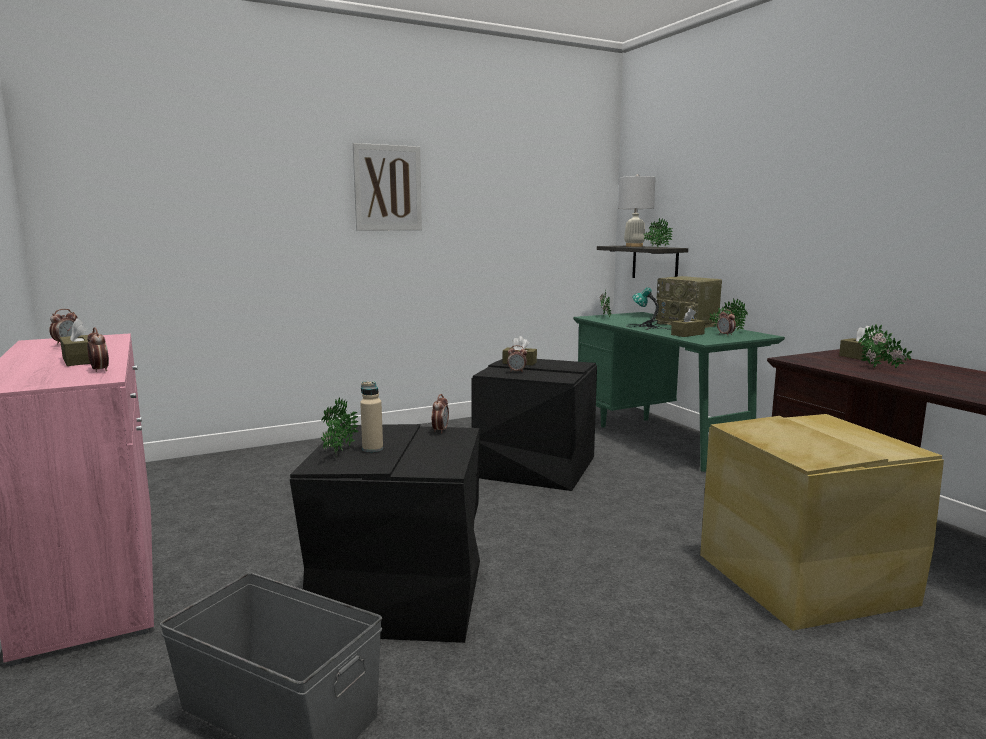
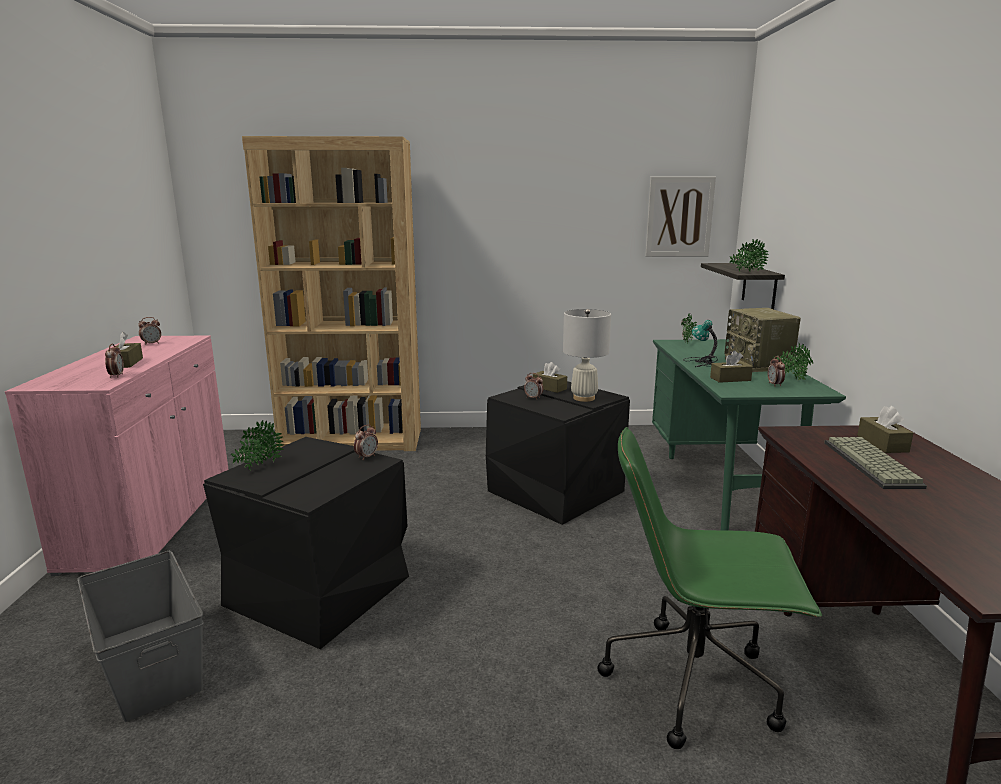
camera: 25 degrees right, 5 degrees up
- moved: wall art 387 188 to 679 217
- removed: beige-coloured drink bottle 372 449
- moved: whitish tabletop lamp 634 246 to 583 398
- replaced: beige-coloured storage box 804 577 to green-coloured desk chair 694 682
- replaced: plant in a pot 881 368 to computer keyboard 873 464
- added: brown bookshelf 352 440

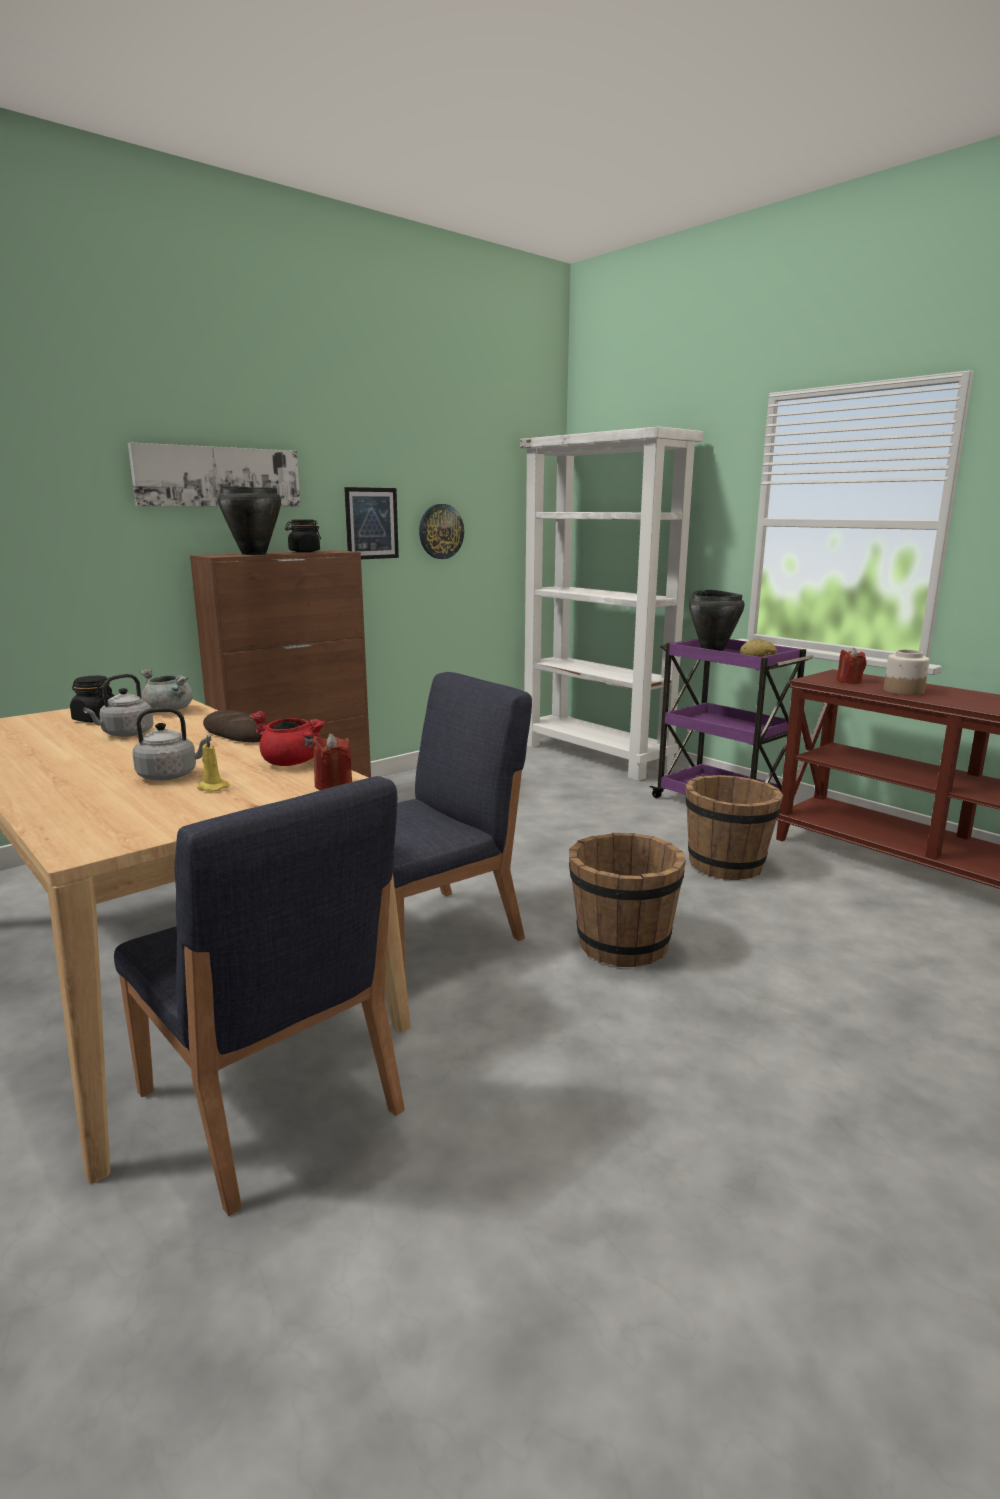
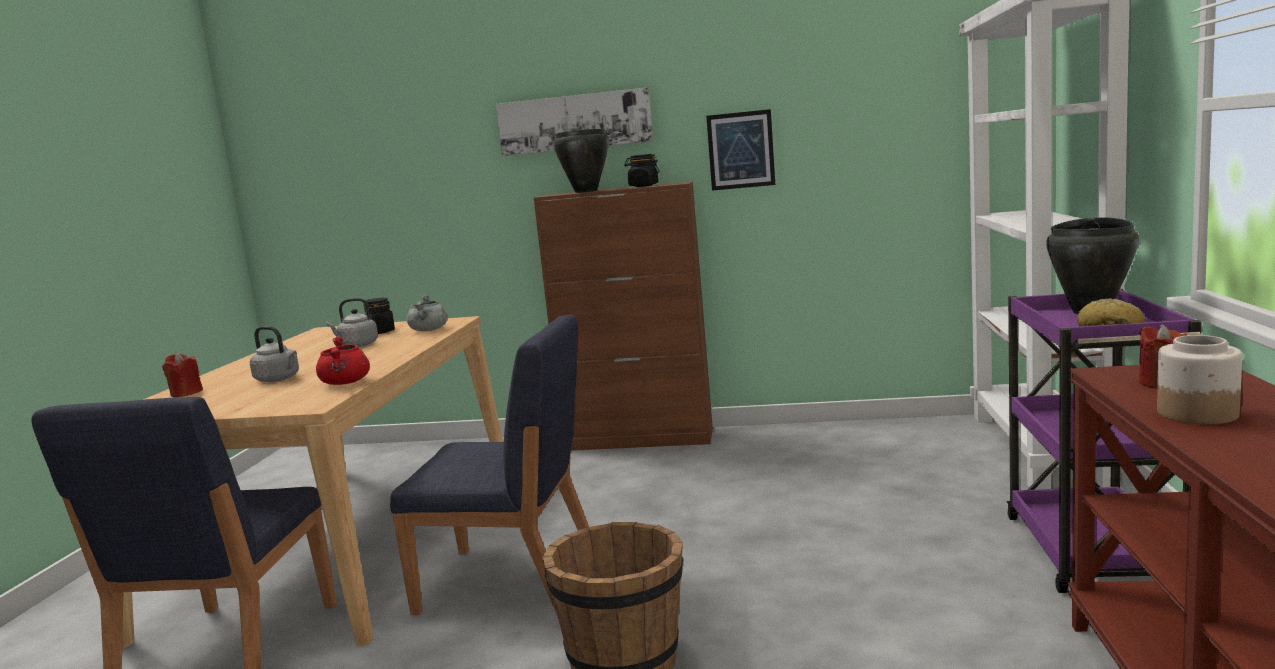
camera: 50 degrees right, 5 degrees down
- removed: yellow wax candle 211 787
- removed: baked bread 236 734
- moved: red wax candle 333 785 to 186 393
- removed: wall clock 440 531
- removed: brown water bucket 726 865

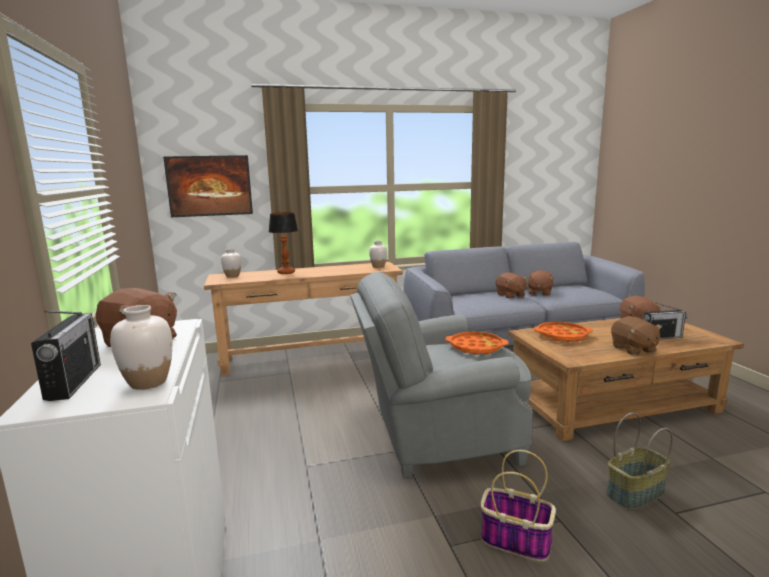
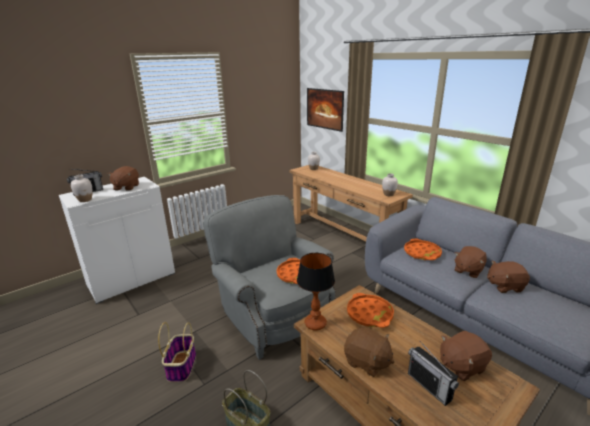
camera: 65 degrees right, 10 degrees up
- moved: tabletop lamp 286 273 to 315 324
- turned: brown plush toy 633 349 = 367 362 105 degrees counterclockwise
- added: orange-coloured carrying tray 422 253

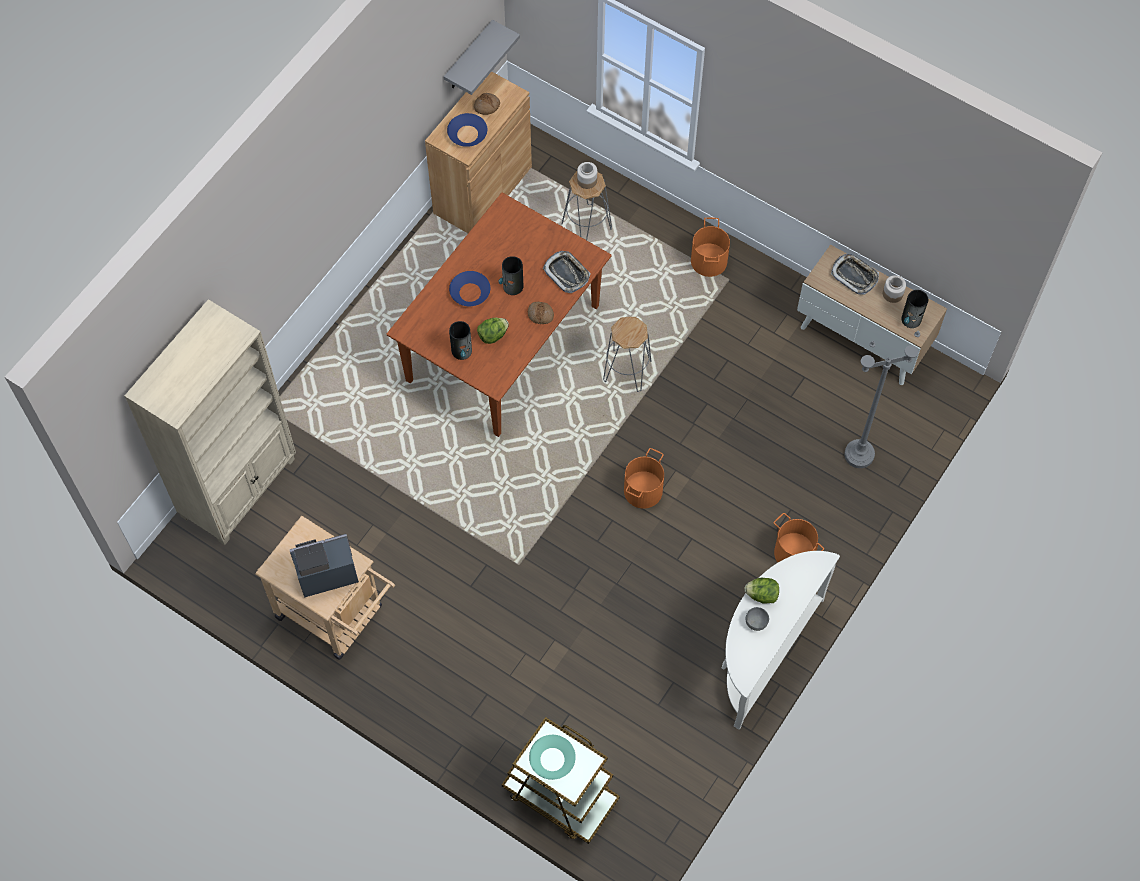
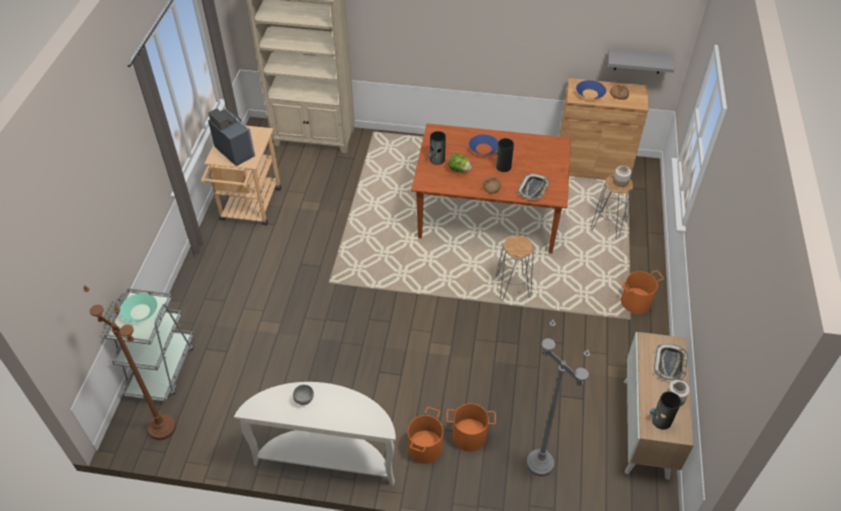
camera: 65 degrees right, 15 degrees down
- recoloured: brown trolley 560 795 to greyish trolley 162 369
- moved: orange-coloured water bucket 642 490 to 469 435
- removed: lettuce 762 595
- added: brown standard lamp 162 428

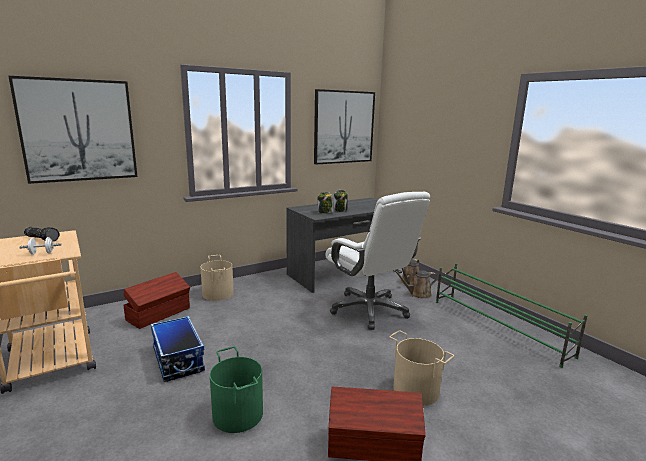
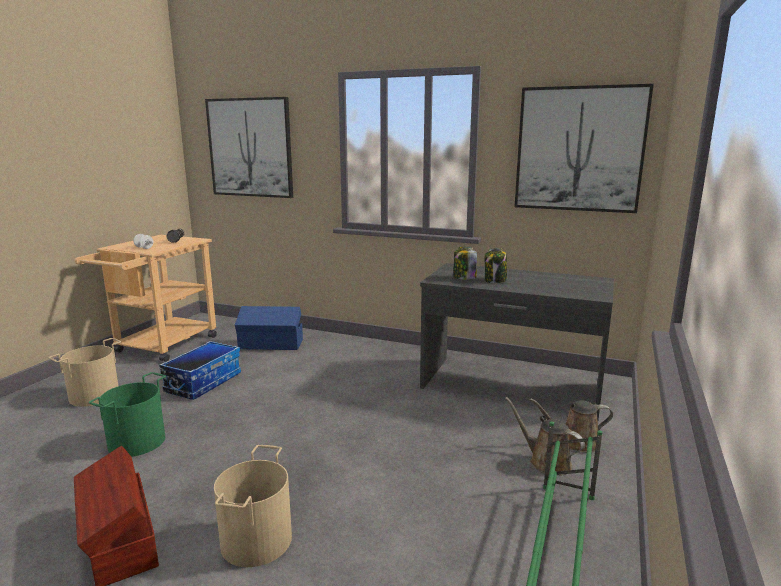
camera: 55 degrees right, 0 degrees up
- recoloured: brown storage box 159 314 to blue storage box 271 345
- moved: beige-coloured water bucket 217 294 to 94 395
- removed: whitish desk chair 370 310

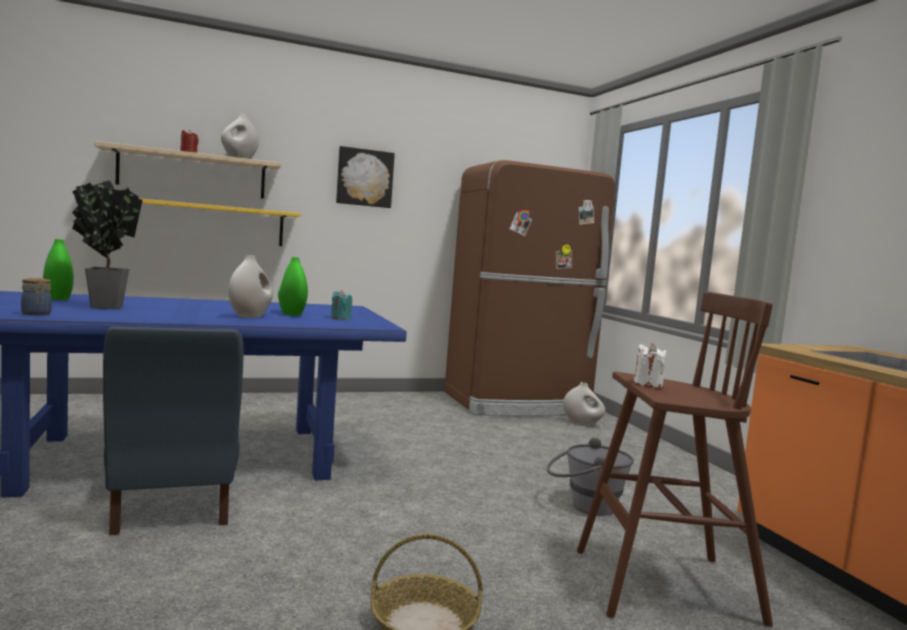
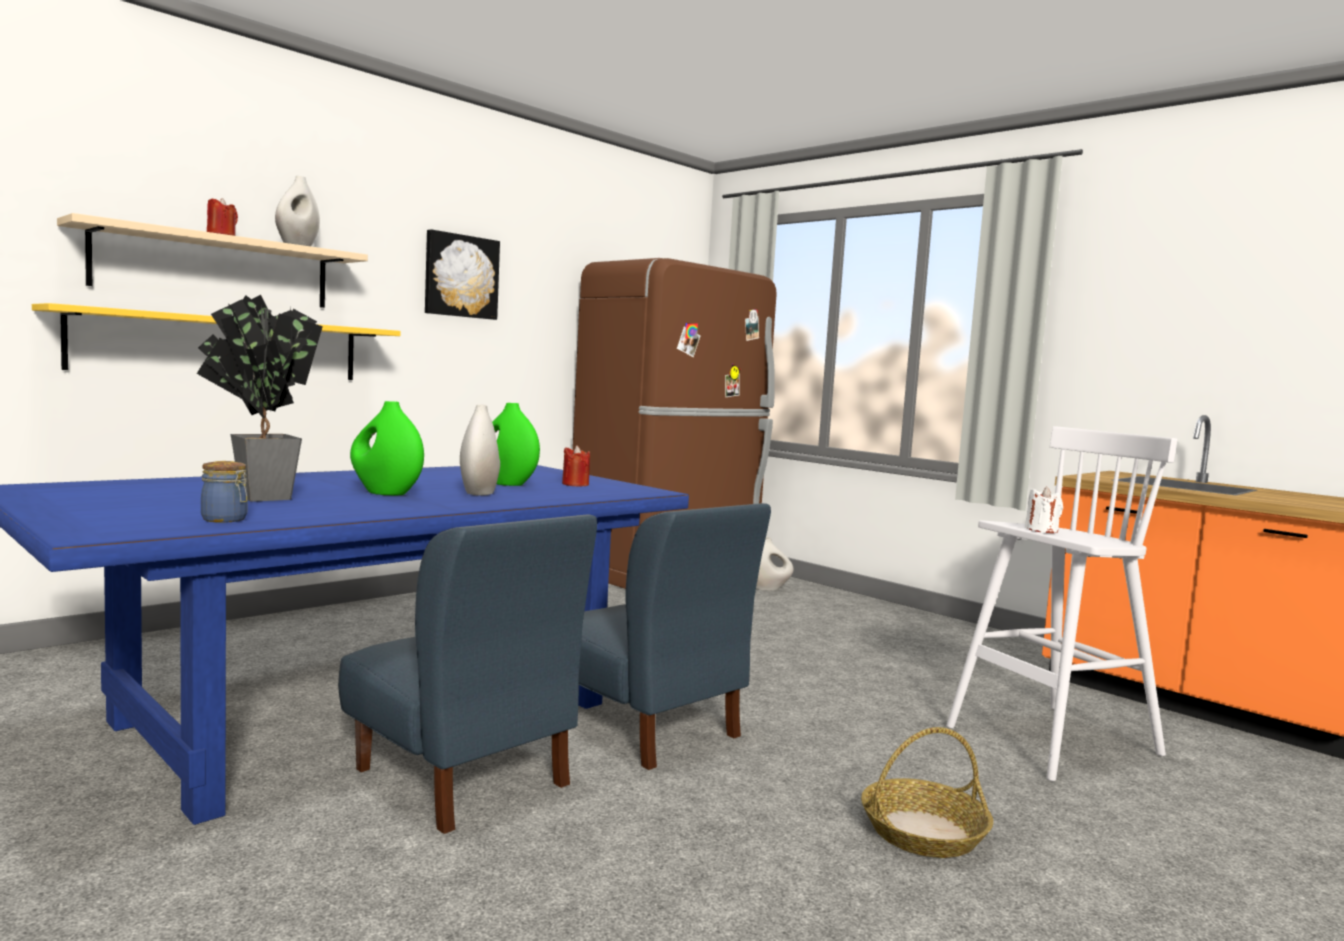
camera: 25 degrees left, 0 degrees up
- moved: green-coloured flower vase 58 298 to 385 493
- recoloured: turquoise-coloured wax candle 340 318 to red wax candle 575 484
- removed: greyish water bucket 584 505
- recoloured: brown sitting stool 661 586 to whitish sitting stool 1050 742
- added: blue upright chair 648 728

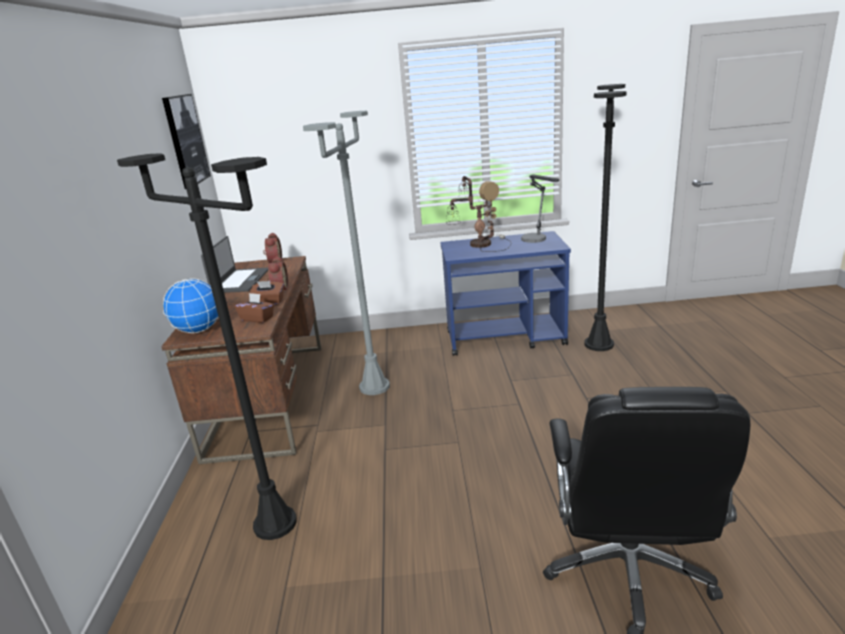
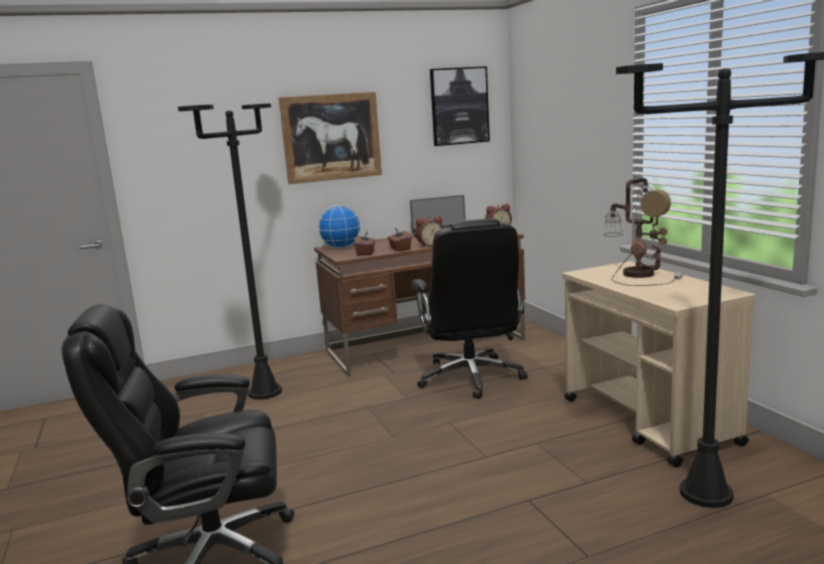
camera: 70 degrees right, 10 degrees down
- replaced: greyish standard lamp 374 386 to blackish desk chair 471 378
- recoloured: blue trolley 506 338 to beige-coloured trolley 649 421
- removed: tabletop lamp 537 240
- added: wall art 331 137

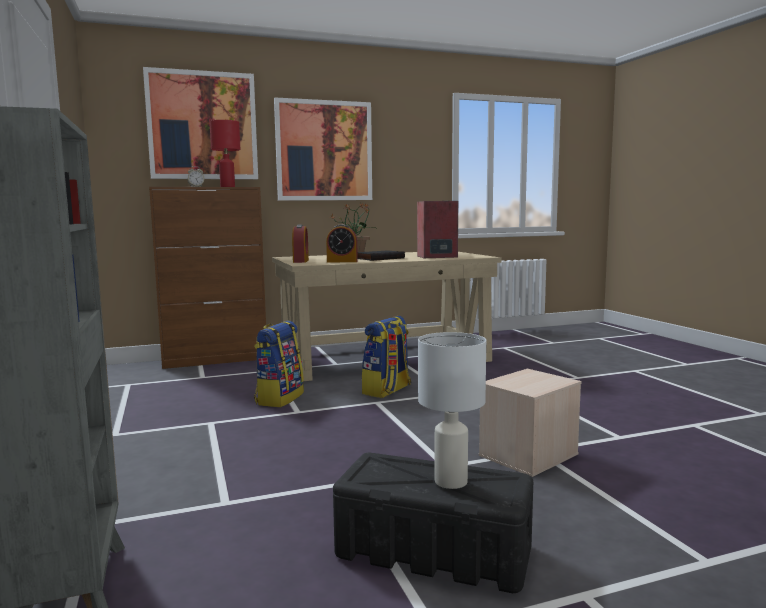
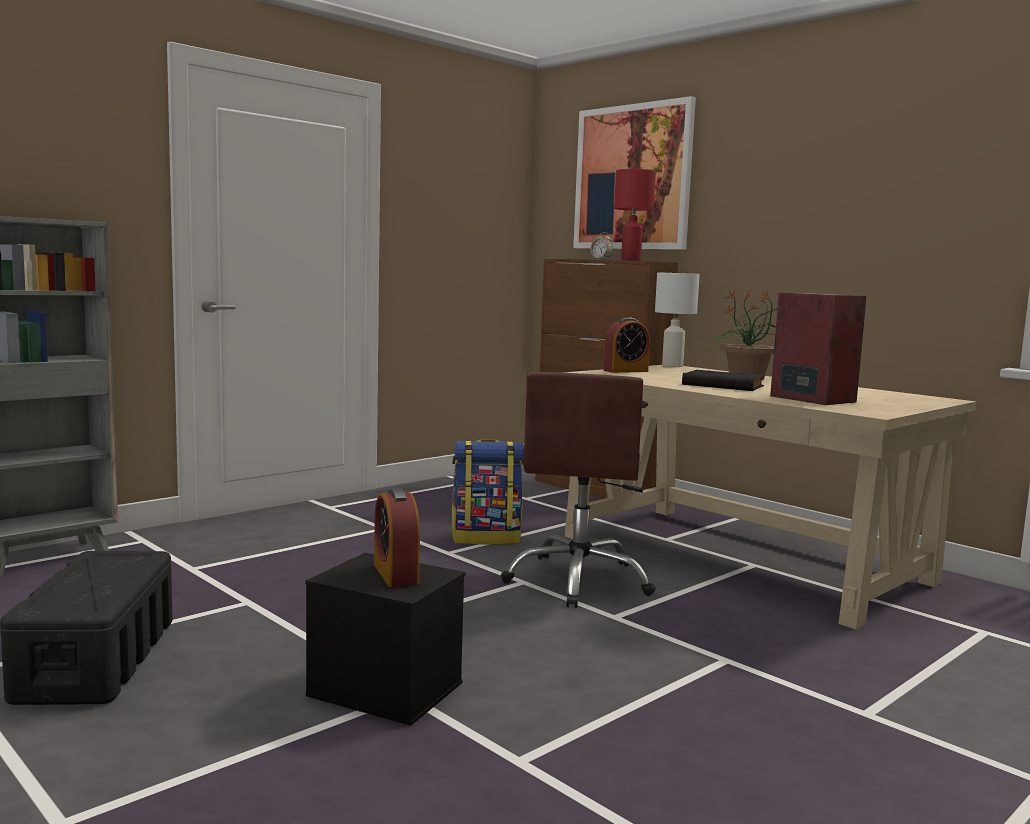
camera: 65 degrees right, 0 degrees up
- removed: wall art 324 151
- moved: table clock 342 261 to 395 574
- replaced: backpack 387 391 to brown desk chair 579 580
- moved: whitish tabletop lamp 450 481 to 673 366
- recoloured: beige-coloured storage box 528 455 to blackish storage box 383 689

